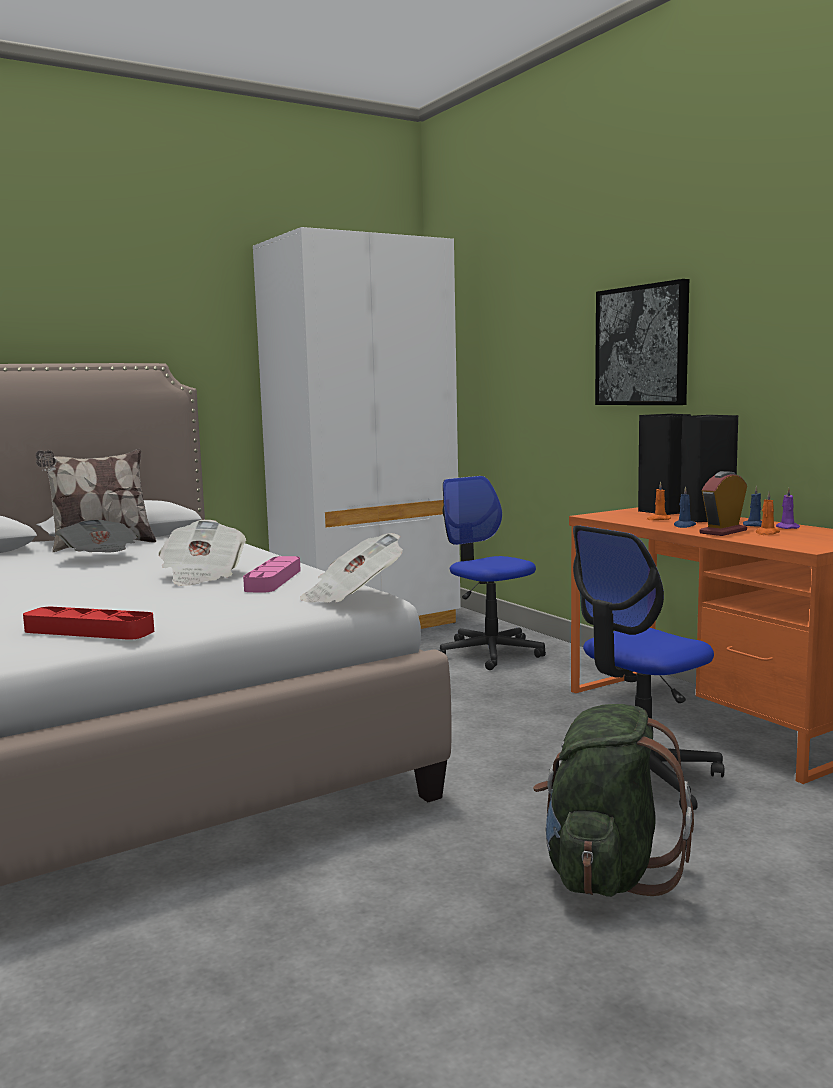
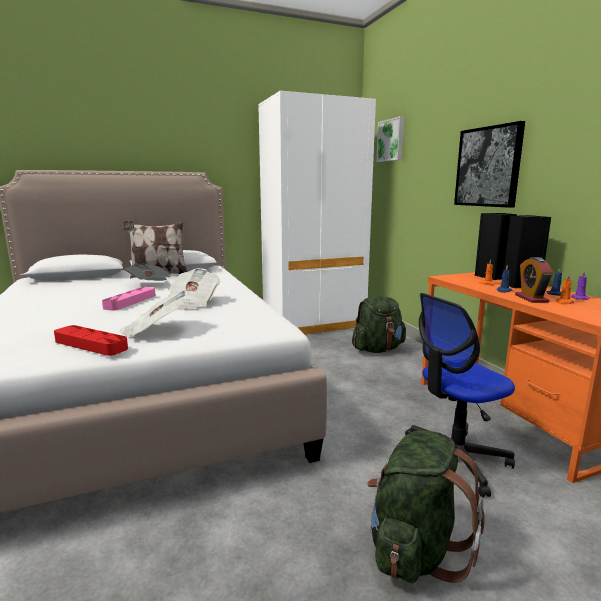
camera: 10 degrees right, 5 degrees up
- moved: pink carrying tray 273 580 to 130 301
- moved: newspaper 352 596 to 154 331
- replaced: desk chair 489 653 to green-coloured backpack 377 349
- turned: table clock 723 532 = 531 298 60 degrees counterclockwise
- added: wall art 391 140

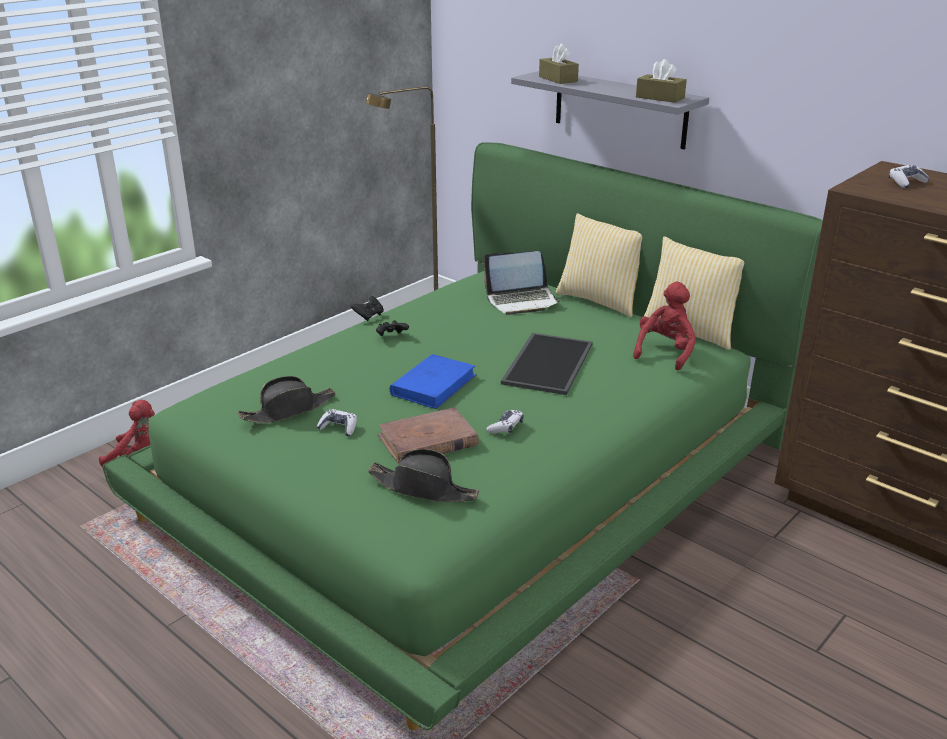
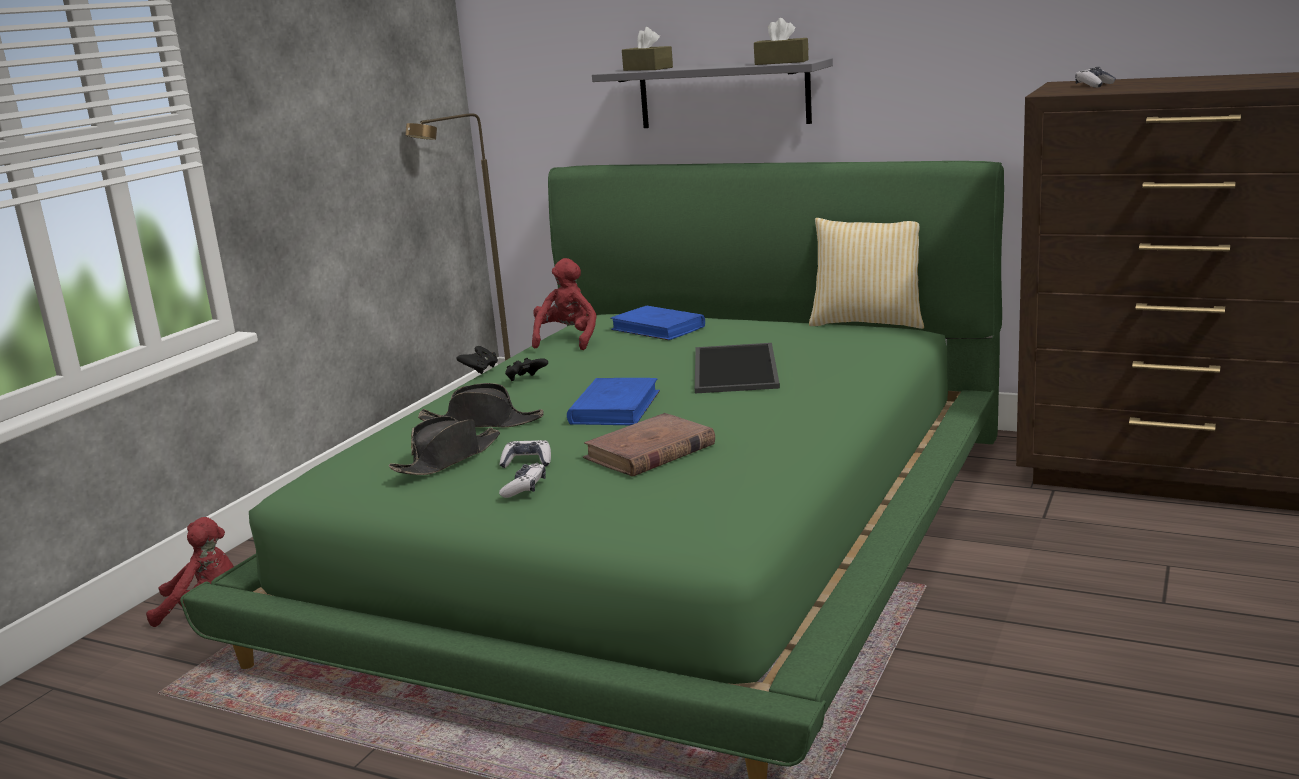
camera: 15 degrees left, 10 degrees down
- moved: blackish clothing hat 423 488 to 482 423
- replaced: laptop 522 301 to blue volume 658 328
- moved: game controller 506 427 to 524 488
- removed: cushion 601 300
- moved: red plush toy 665 352 to 567 340

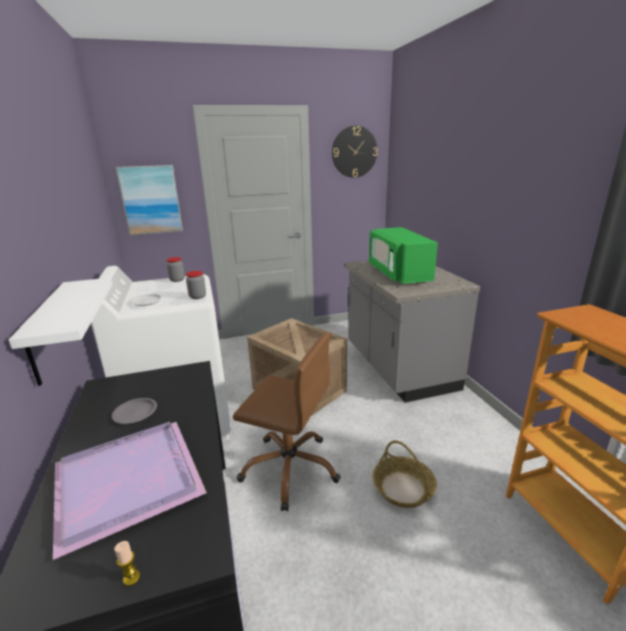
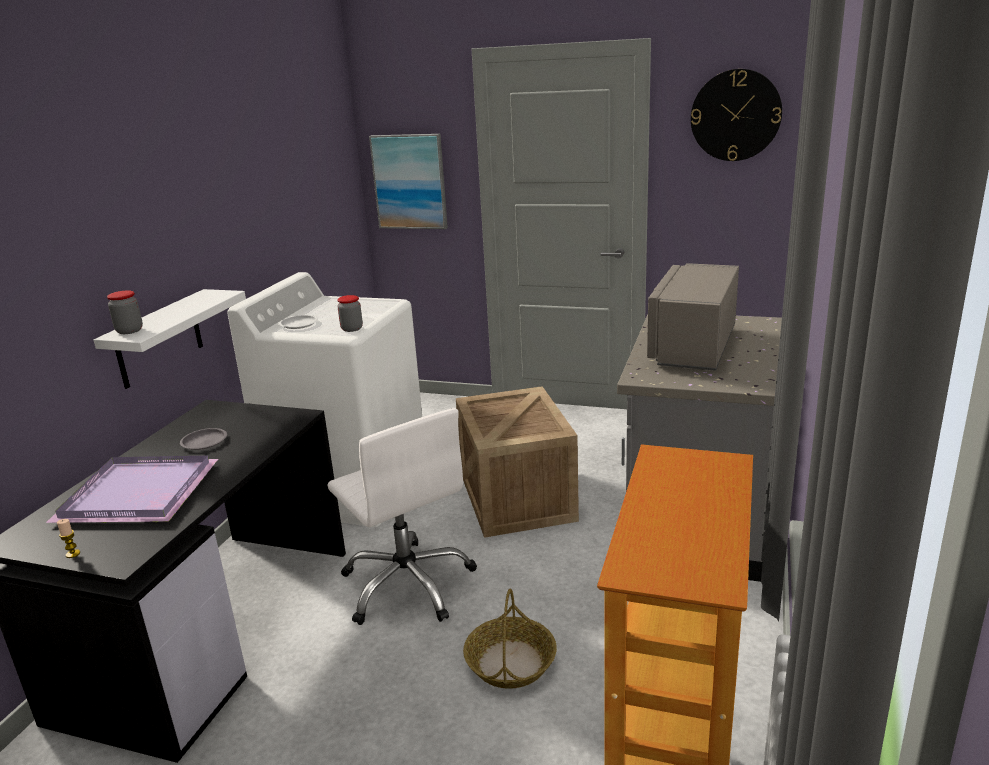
camera: 35 degrees right, 0 degrees up
- moved: storage jar 177 280 to 129 331
- recoloured: brown desk chair 290 468 to whitish desk chair 408 584
- recoloured: green-coloured microwave oven 398 274 to greyish microwave oven 692 347

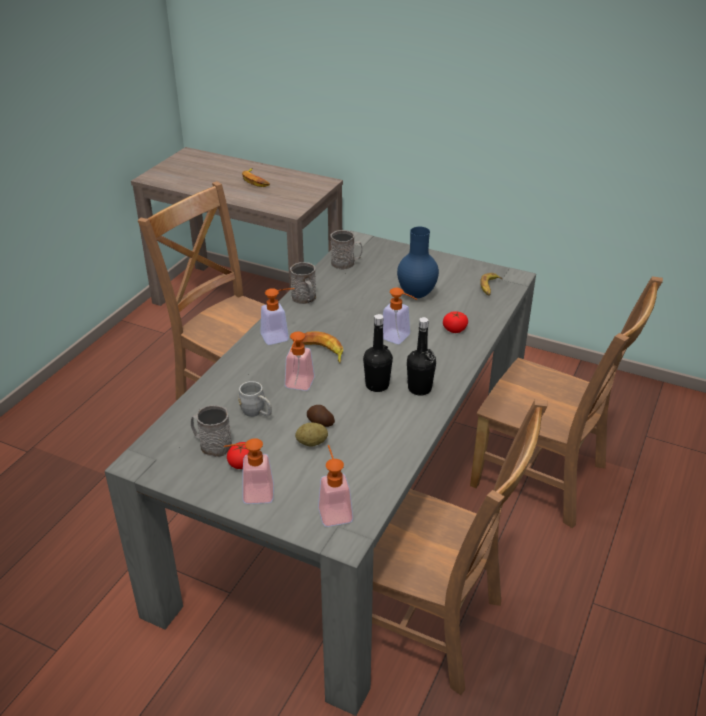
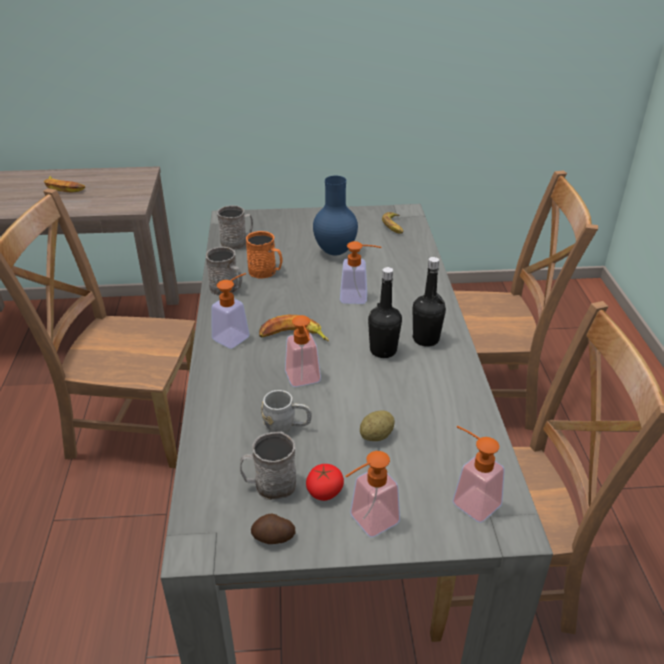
camera: 30 degrees left, 0 degrees up
- moved: spud 320 423 to 273 538
- removed: tomato 454 329
- added: orange-coloured mug 266 272

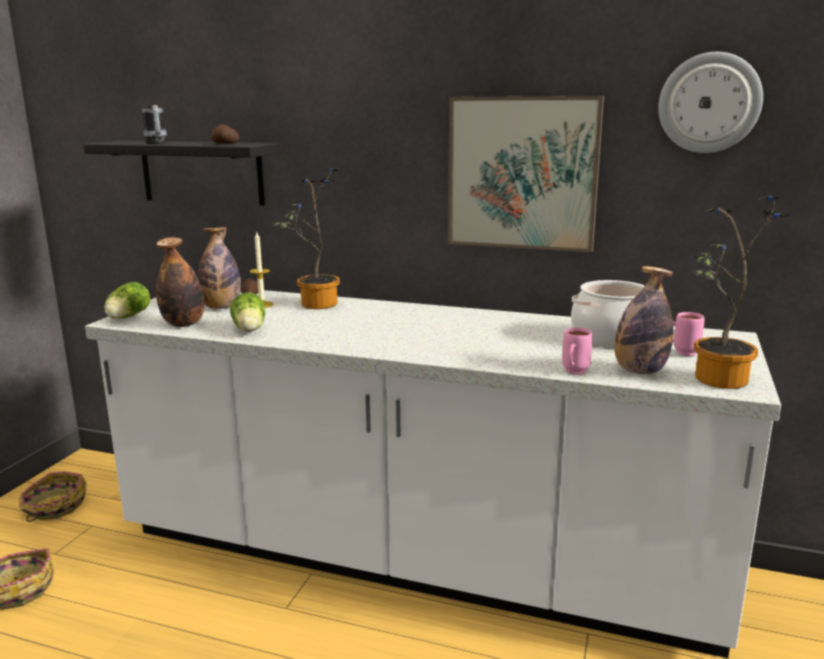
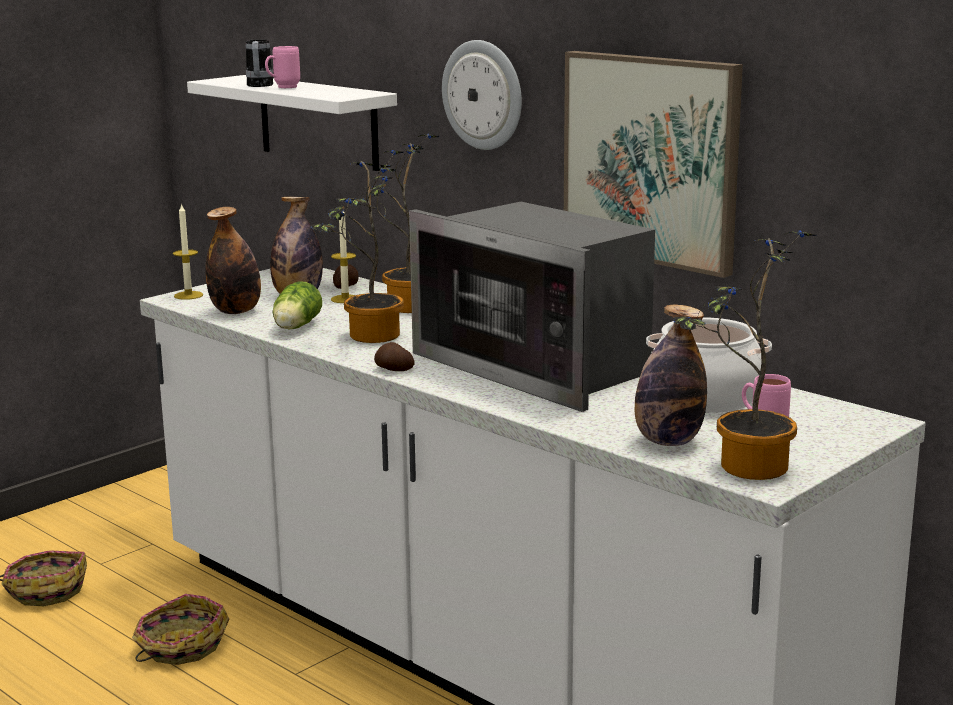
camera: 25 degrees right, 0 degrees up
- moved: basket 54 507 to 180 646
- recoloured: blackish wall shelf 202 172 to whitish wall shelf 318 122
- replaced: lettuce 127 317 to wax candle 188 295
- moved: spud 225 143 to 393 369
- moved: pink mug 574 373 to 282 88
- moved: wall clock 709 103 to 483 95
- added: plant in a pot 367 337
- added: microwave oven 537 366

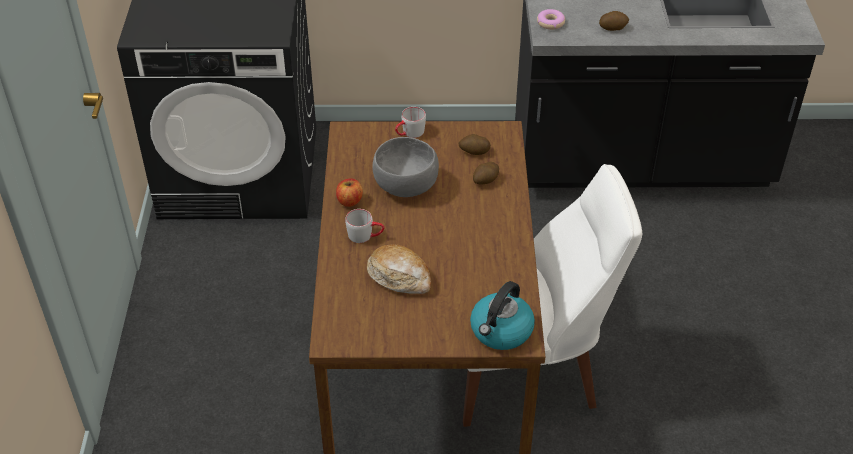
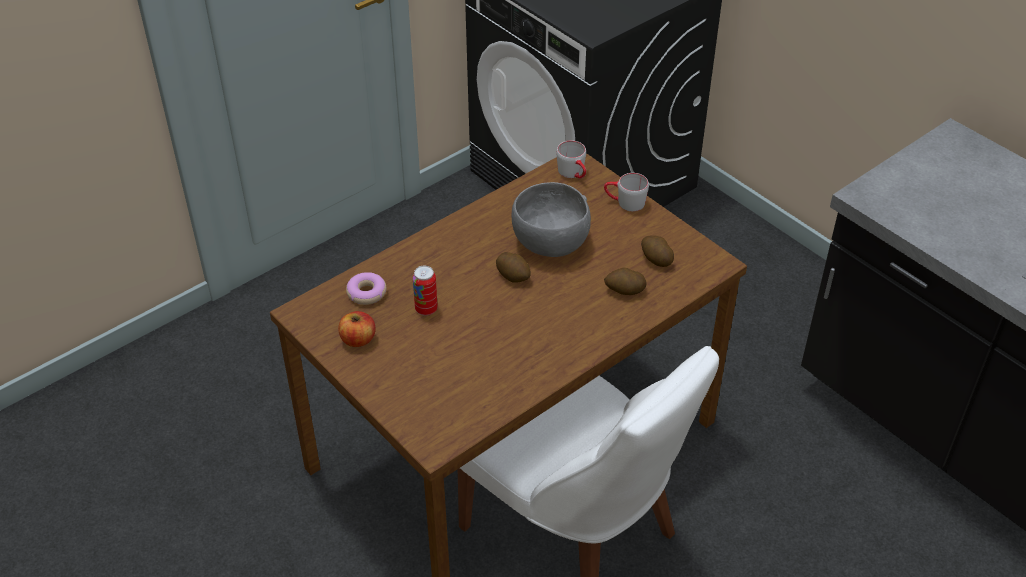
camera: 50 degrees right, 0 degrees up
- moved: apple fruit 349 201 to 358 339
- moved: greyish mug 365 236 to 574 174
- replaced: baked bread 400 277 to metal can 426 309
- removed: kettle 501 331
- moved: donut 550 23 to 366 293
- moved: spud 613 28 to 513 276

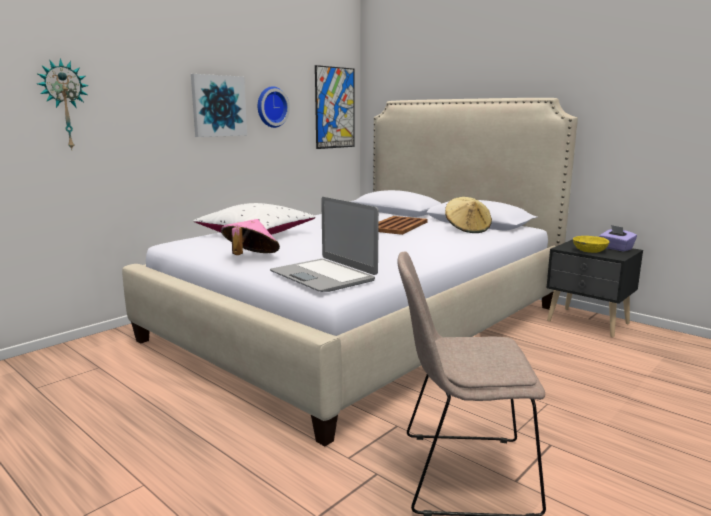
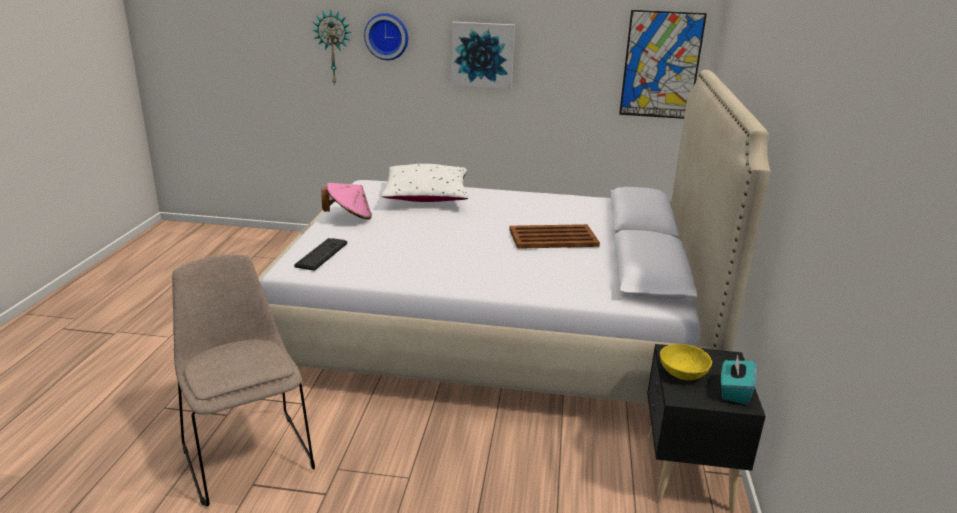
camera: 55 degrees right, 10 degrees up
- moved: wall clock 271 107 to 387 36
- replaced: laptop 323 276 to computer keyboard 321 254
- removed: beige-coloured clothing hat 467 229
- recoloured: purple-coloured box of tissues 616 248 to turquoise-coloured box of tissues 734 391

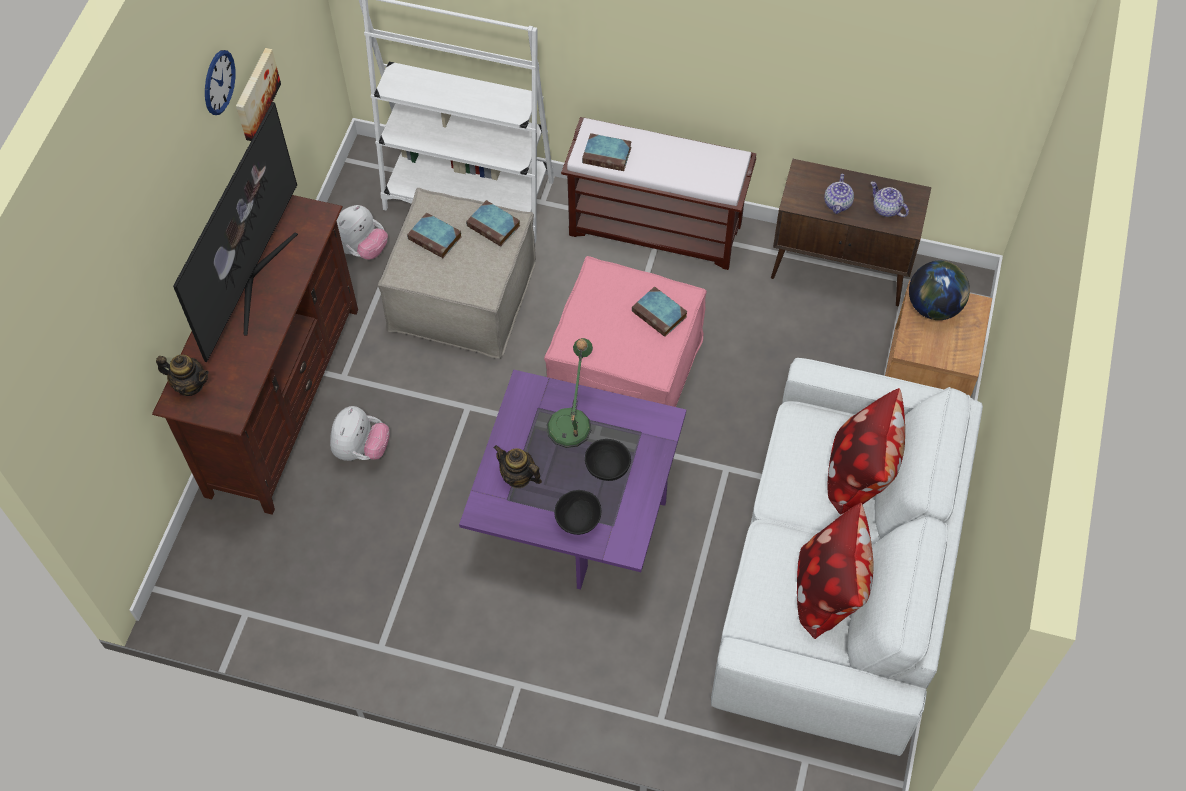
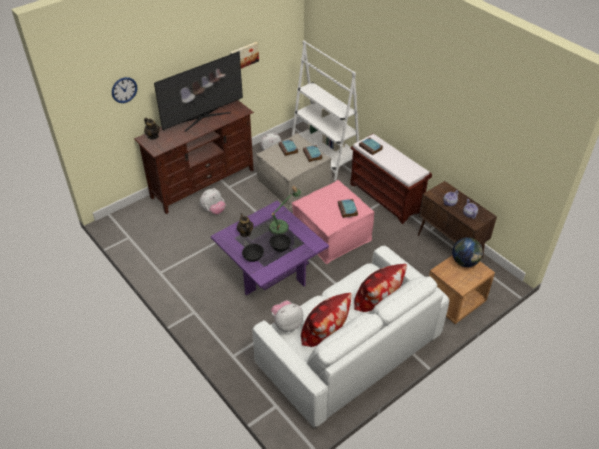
camera: 35 degrees right, 15 degrees down
- moved: wall clock 219 82 to 124 90
- added: plush toy 287 324

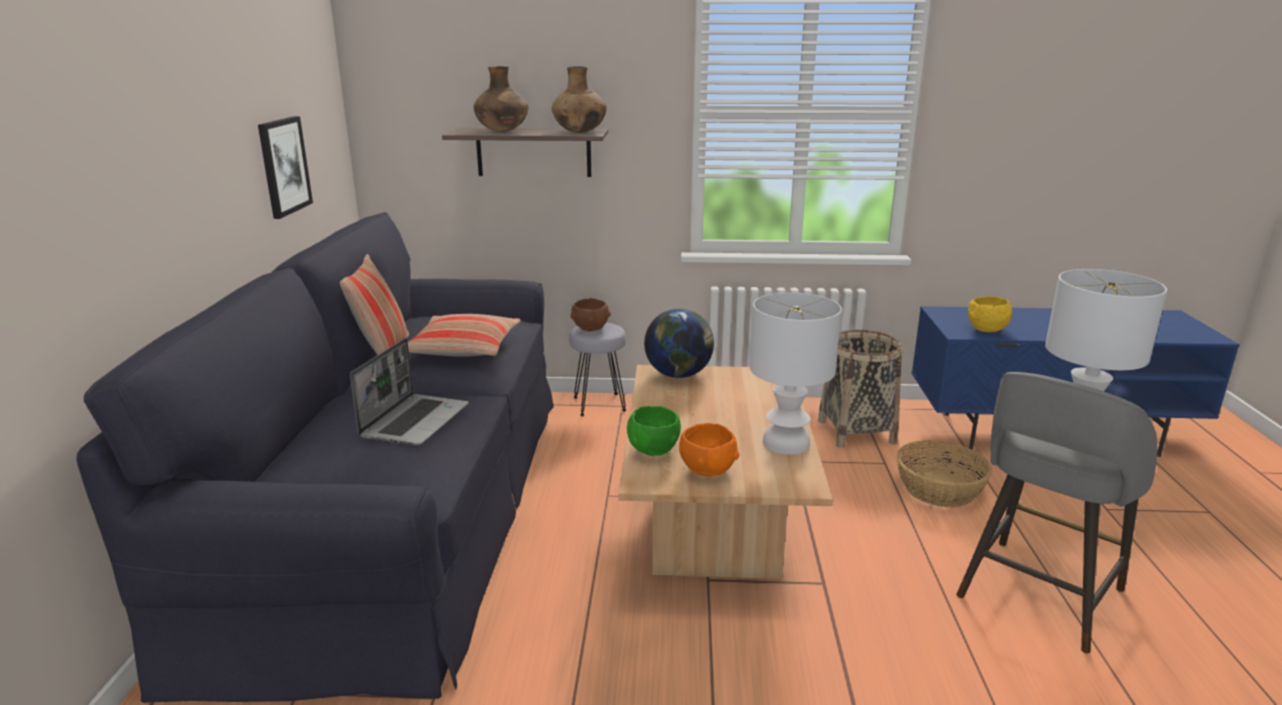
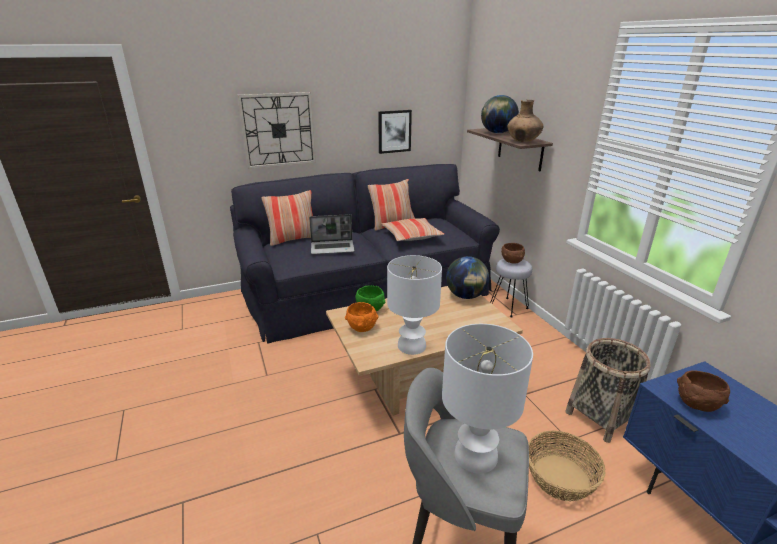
camera: 65 degrees right, 5 degrees up
- replaced: brown flower vase 502 131 to desk globe 497 133
- recoloured: yellow bowl 987 330 to brown bowl 697 404
- added: wall clock 278 130
- added: cushion 293 239

